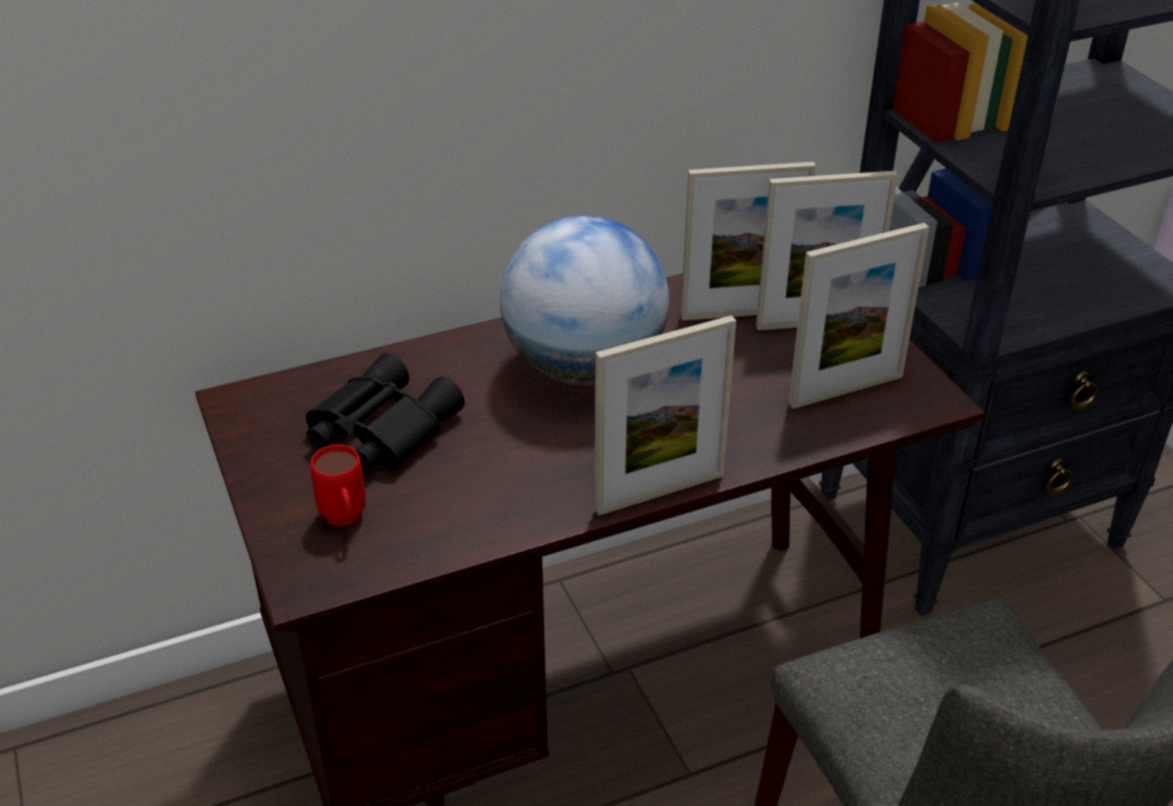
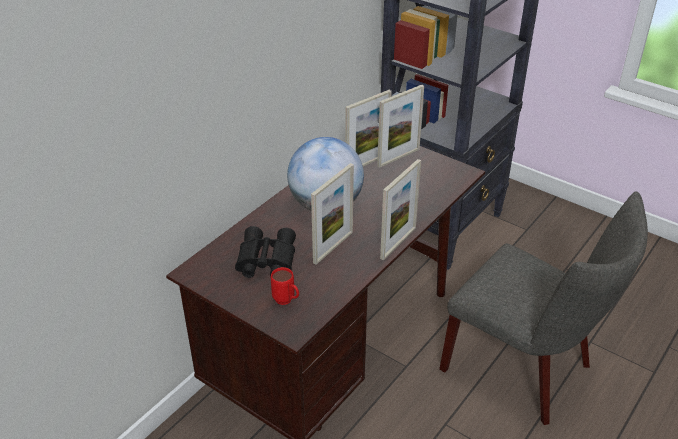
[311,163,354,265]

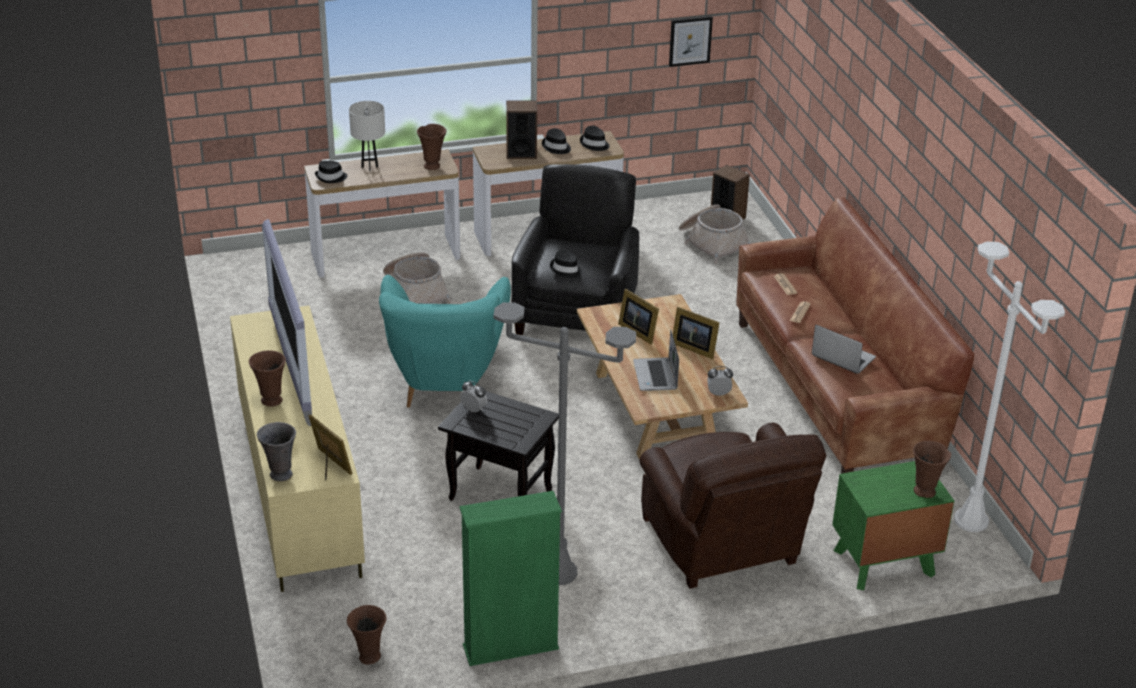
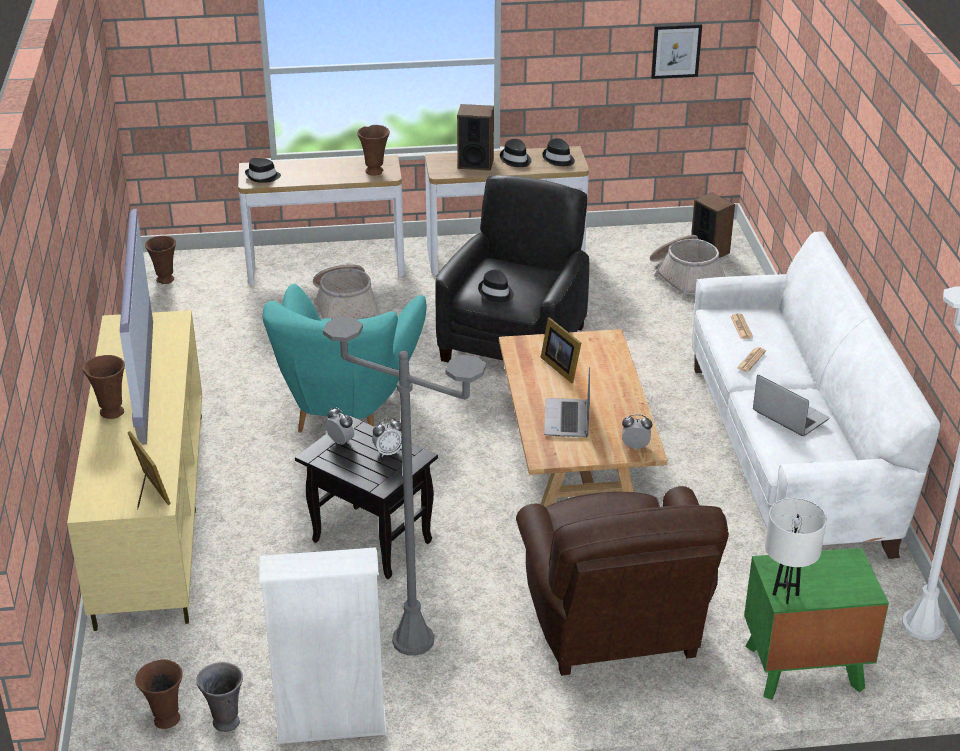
[196,662,243,732]
[765,498,827,604]
[259,547,387,744]
[673,307,720,359] (first image)
[692,231,940,559]
[145,236,176,284]
[372,418,402,457]

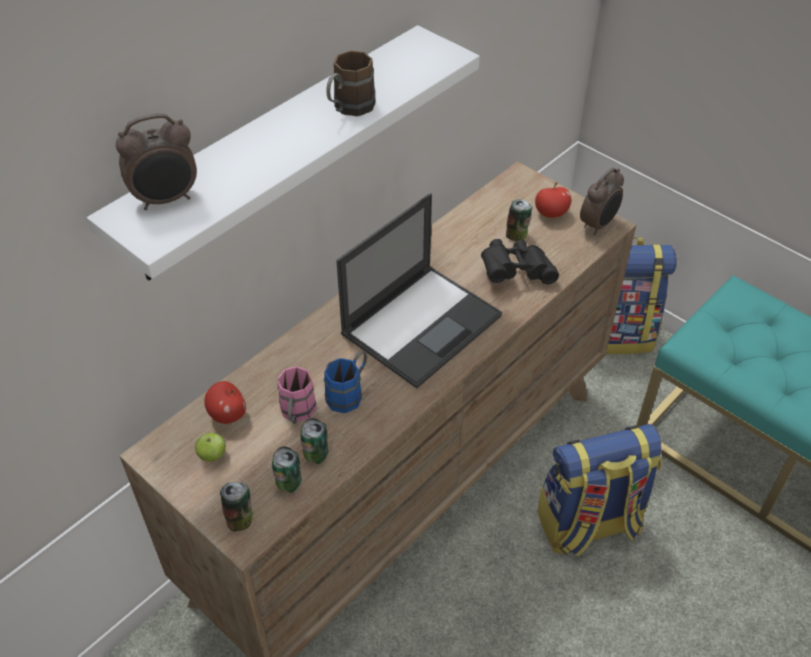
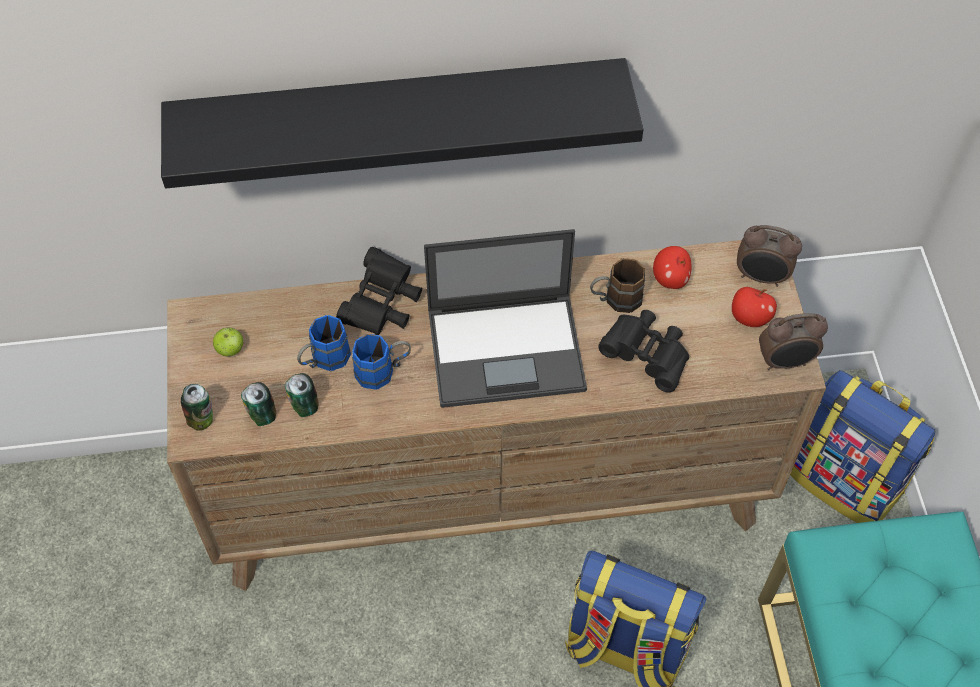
[161,58,643,188]
[737,225,802,287]
[653,246,691,289]
[297,315,351,371]
[590,258,645,313]
[506,199,532,241] (first image)
[336,247,422,335]

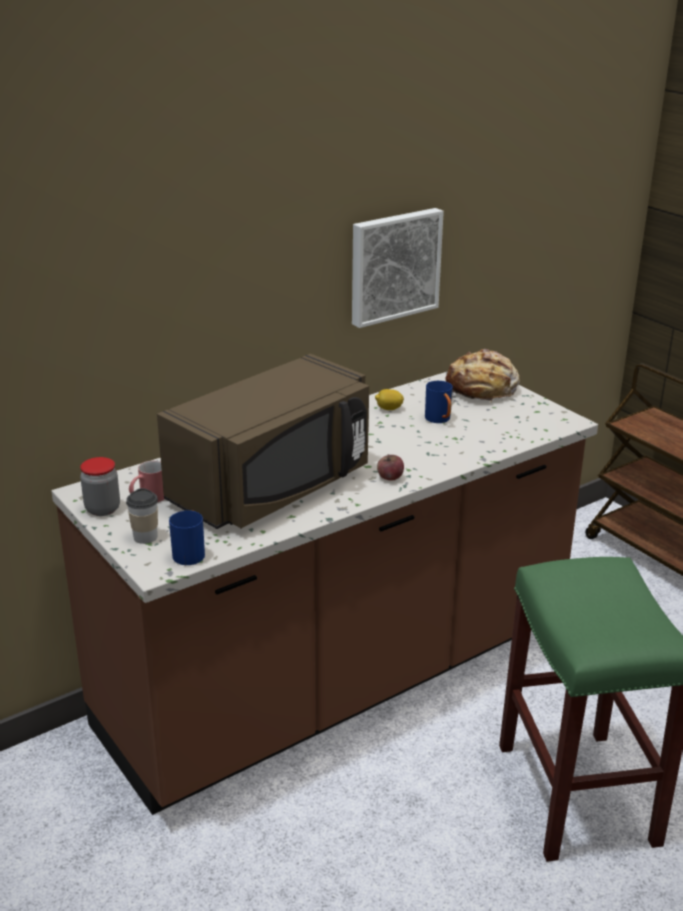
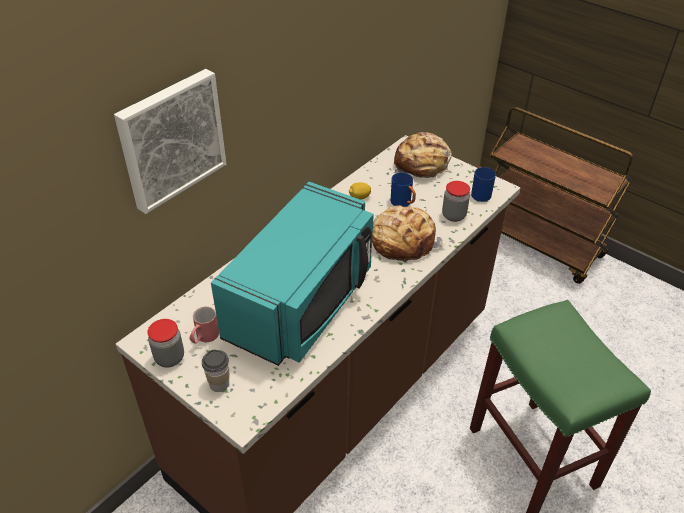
[211,182,374,366]
[471,166,496,202]
[114,69,226,214]
[377,455,404,481] (first image)
[372,205,445,262]
[442,181,470,222]

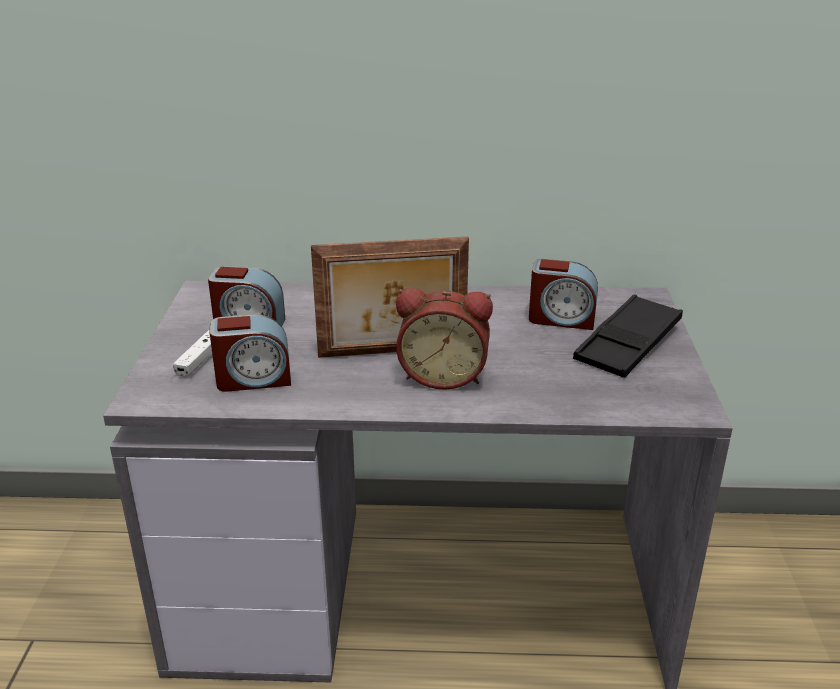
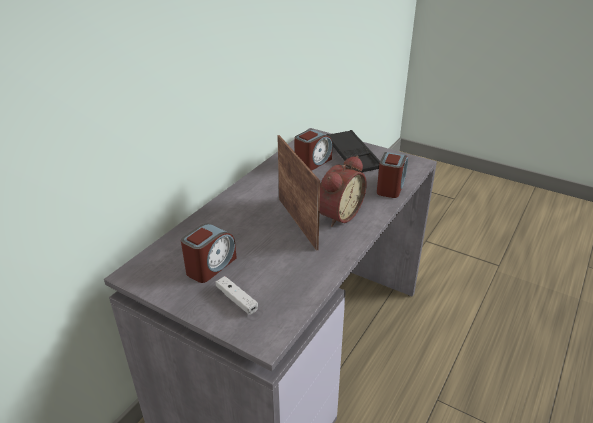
[377,152,408,198]
[277,135,320,251]

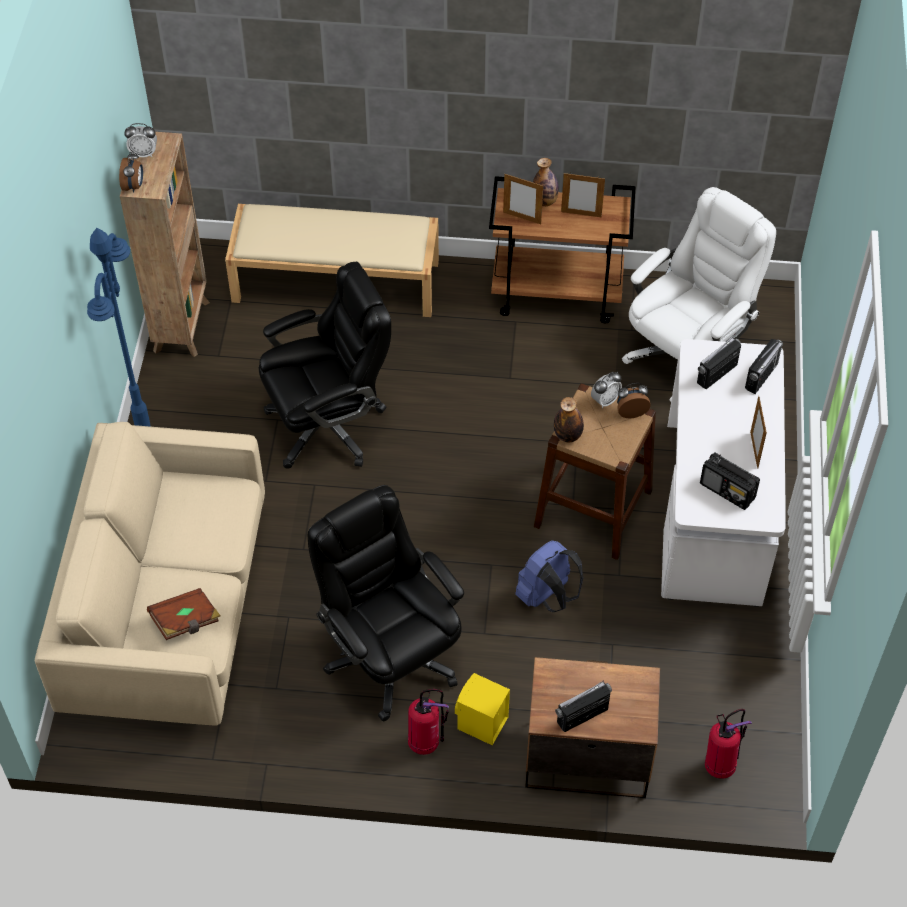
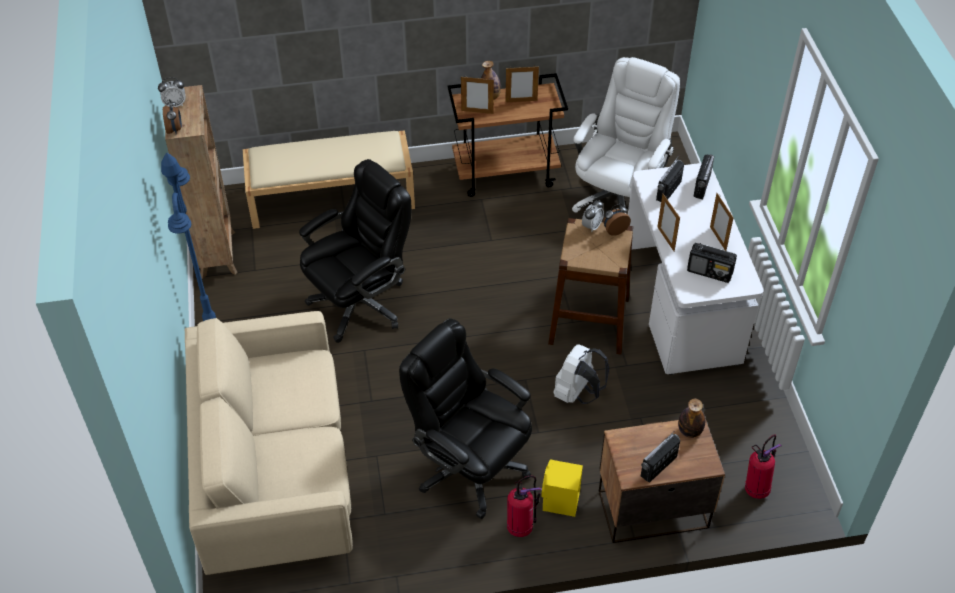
[147,588,220,640] (first image)
[553,344,609,404]
[678,399,705,438]
[657,194,680,252]

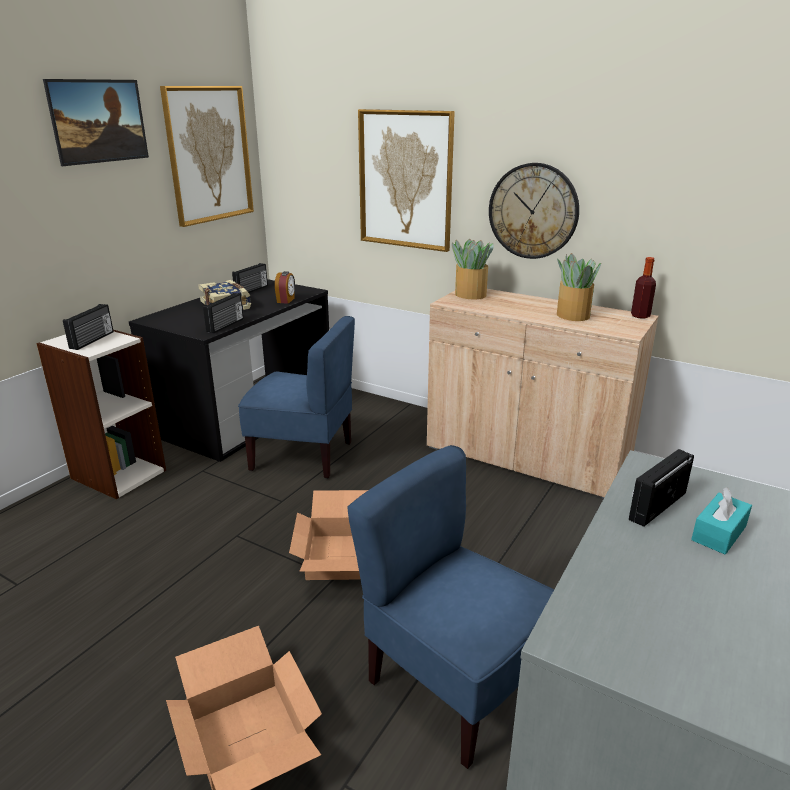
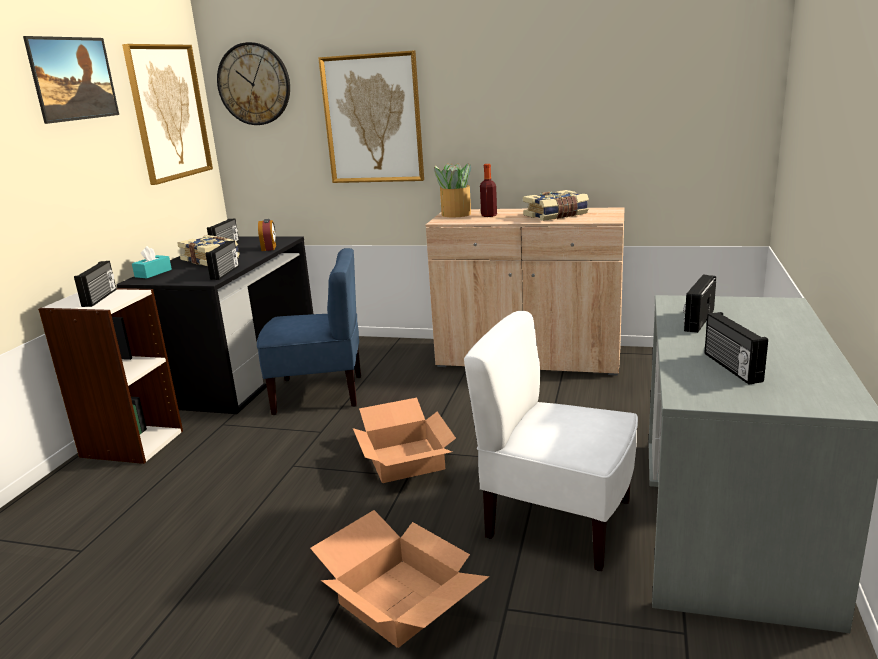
[464,311,638,571]
[217,42,290,125]
[523,190,589,221]
[480,164,497,217]
[132,246,172,279]
[705,312,768,384]

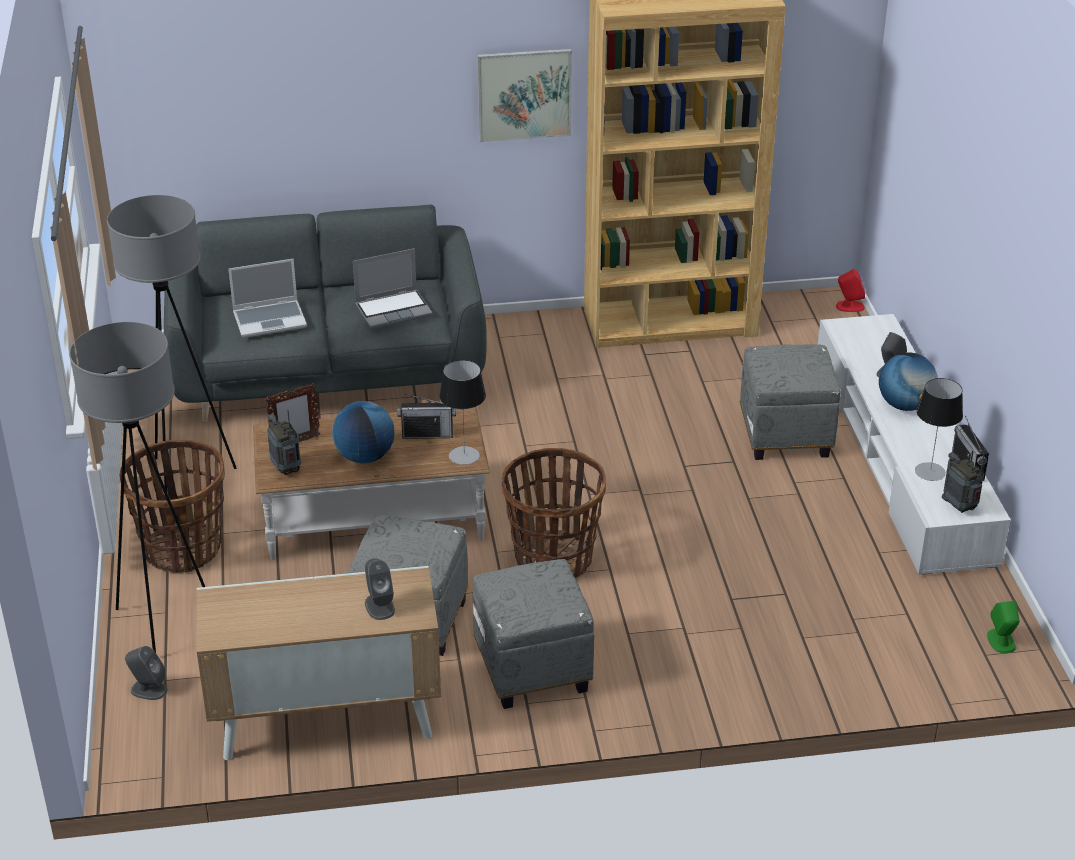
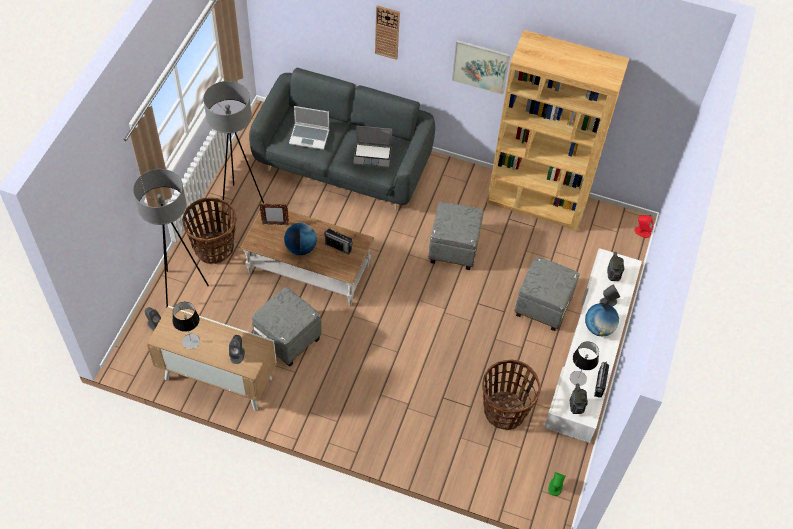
[607,252,625,281]
[172,302,200,349]
[428,202,484,270]
[482,360,541,430]
[375,5,400,60]

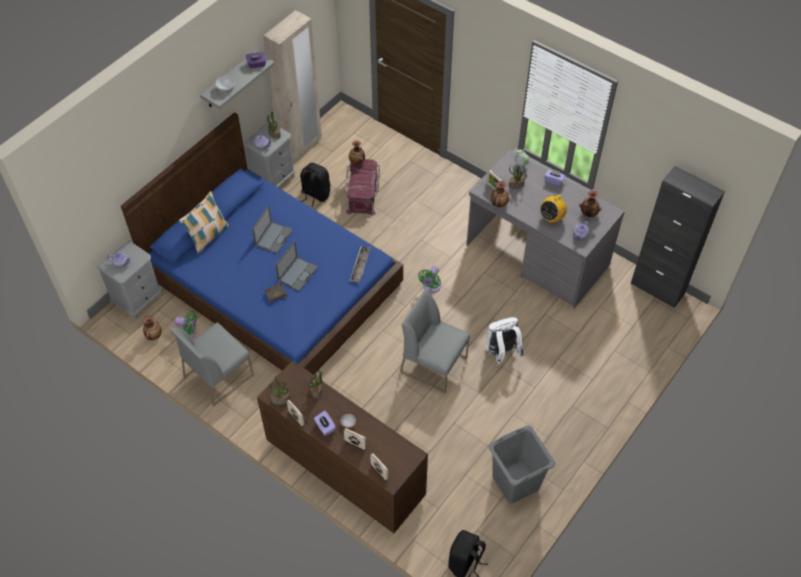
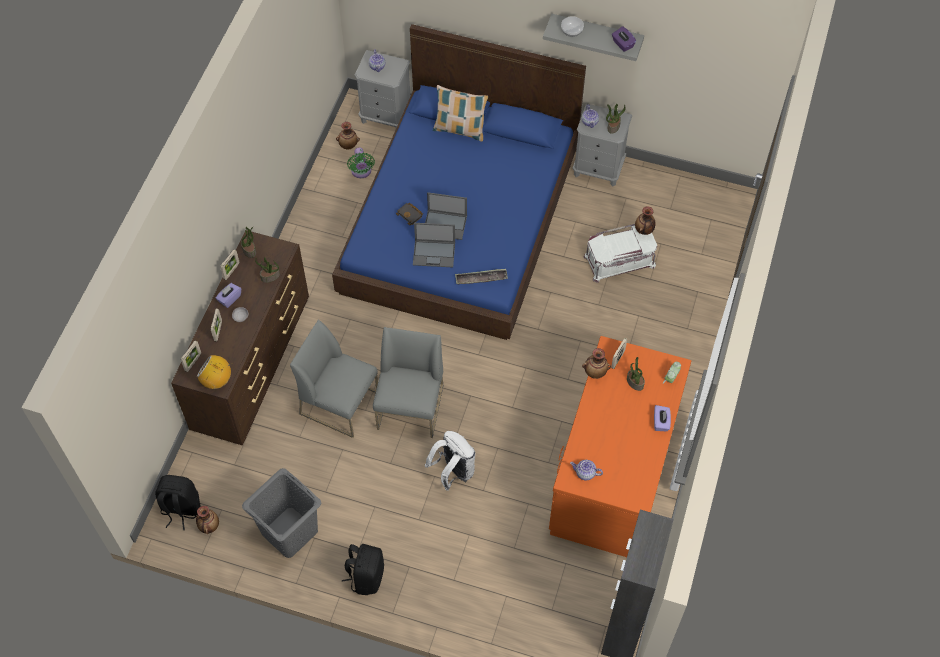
[290,320,378,438]
[413,223,455,267]
[263,10,322,164] (first image)
[342,544,384,595]
[583,224,657,283]
[418,266,441,293] (first image)
[549,336,692,557]
[197,355,232,389]
[196,506,219,534]

